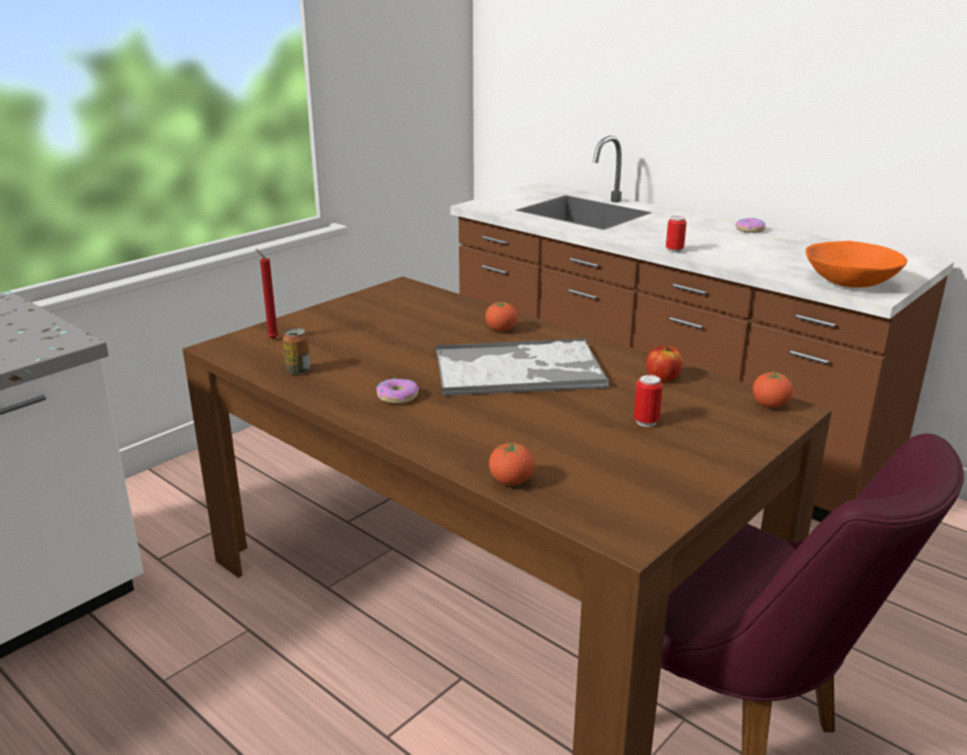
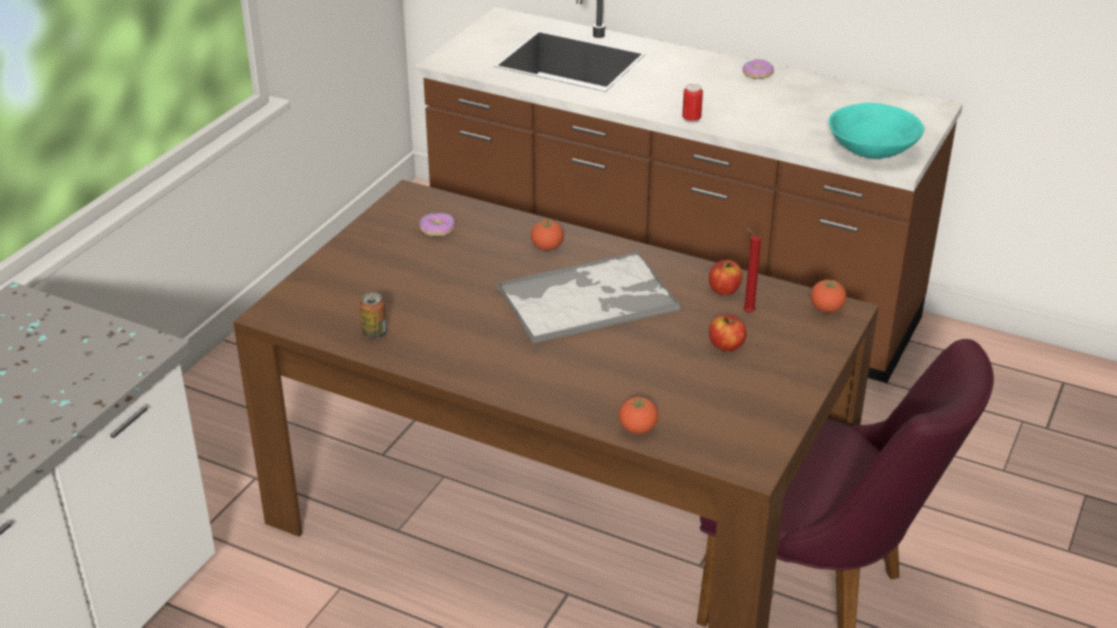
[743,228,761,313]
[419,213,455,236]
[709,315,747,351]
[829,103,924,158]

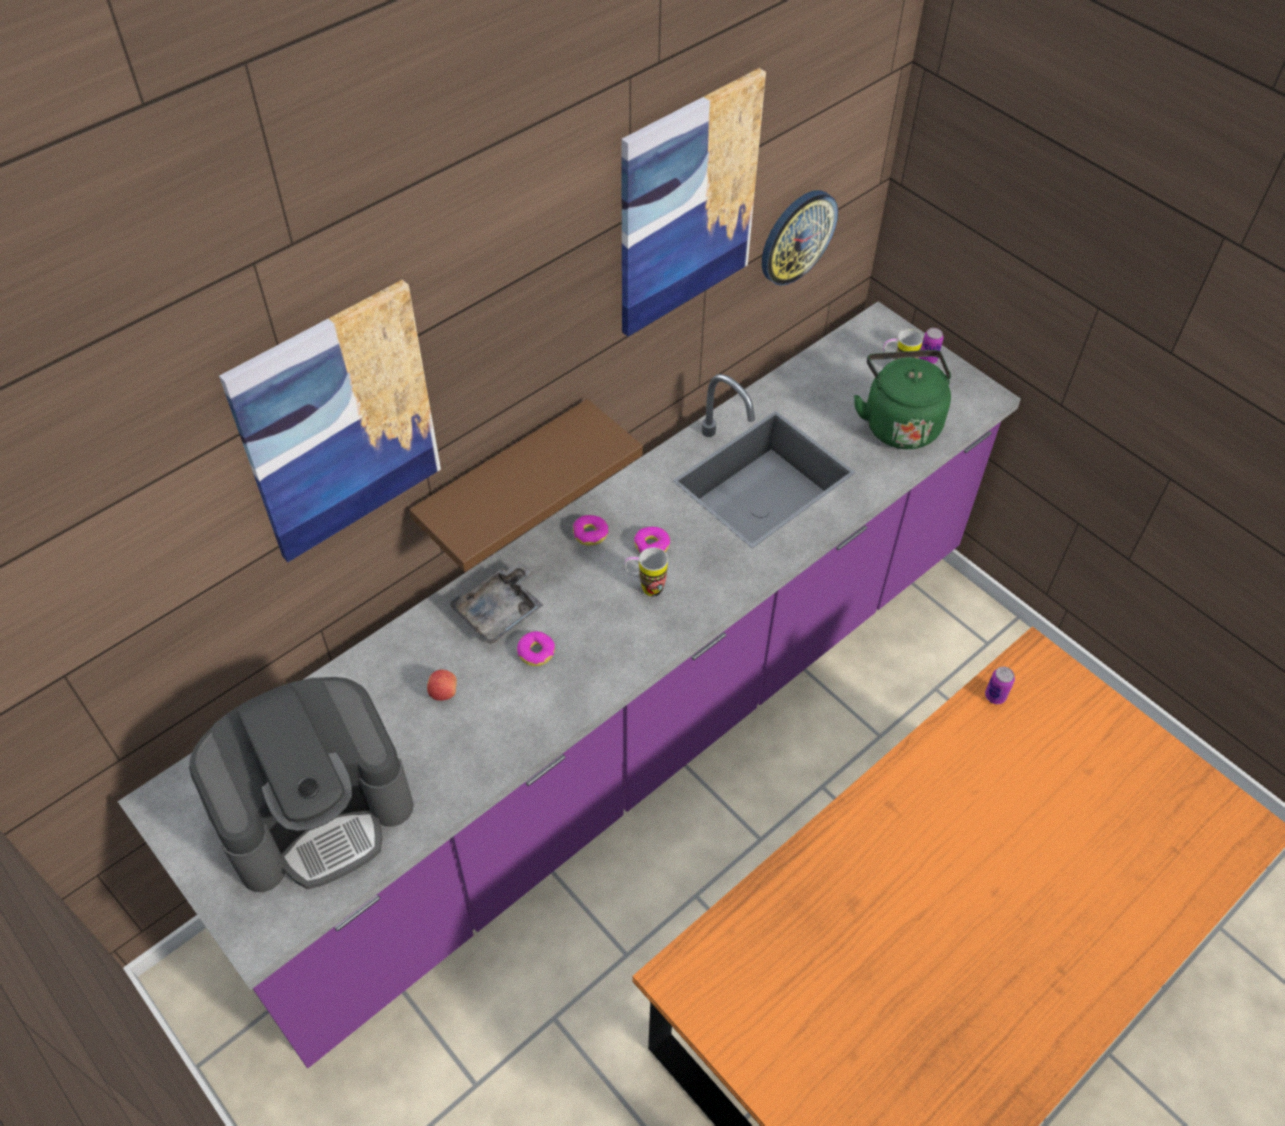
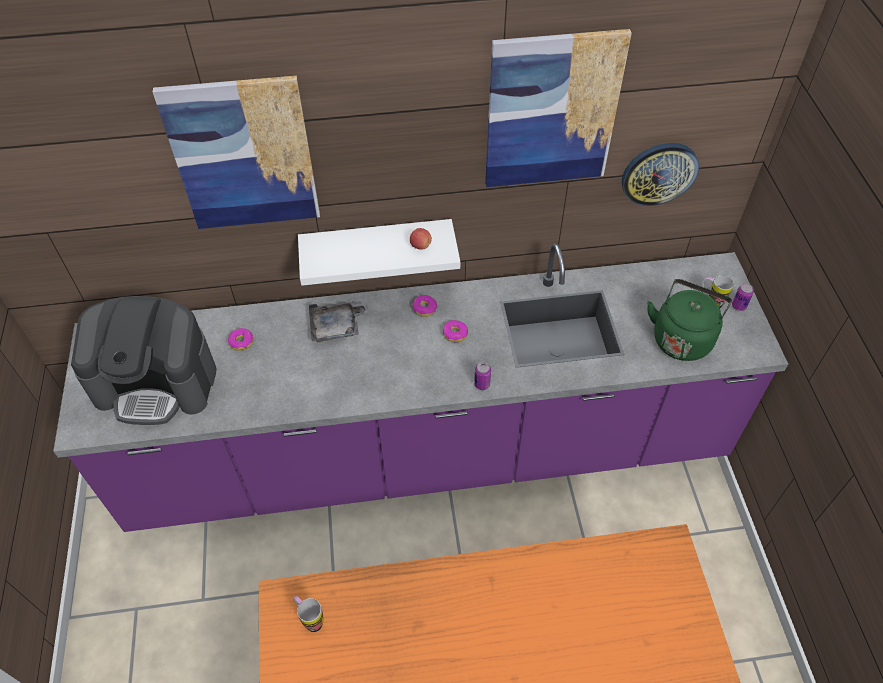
[298,219,460,286]
[410,228,432,250]
[228,328,253,351]
[293,596,323,632]
[474,362,491,390]

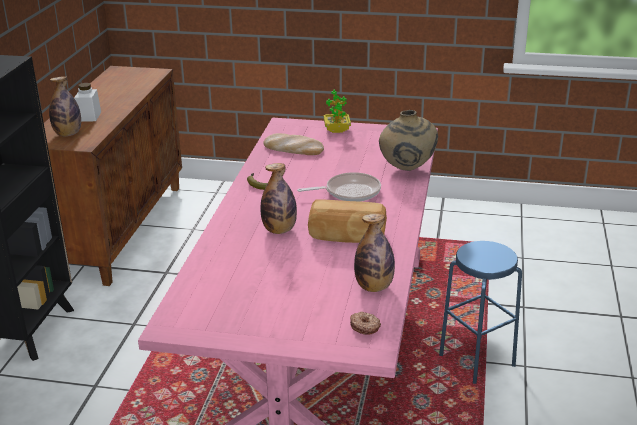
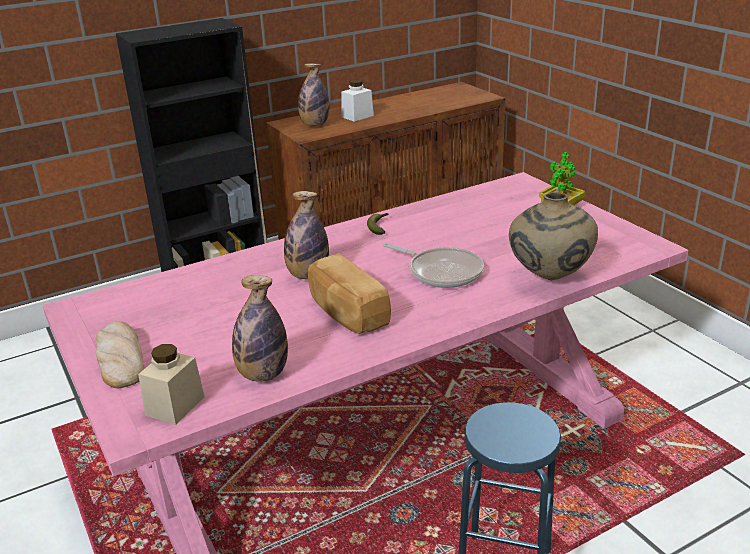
[96,321,145,388]
[138,344,205,425]

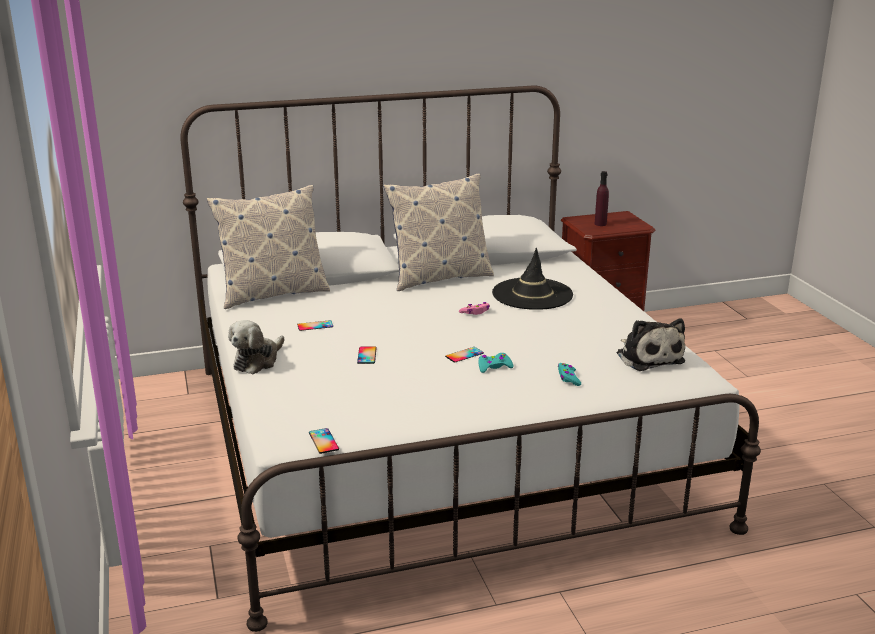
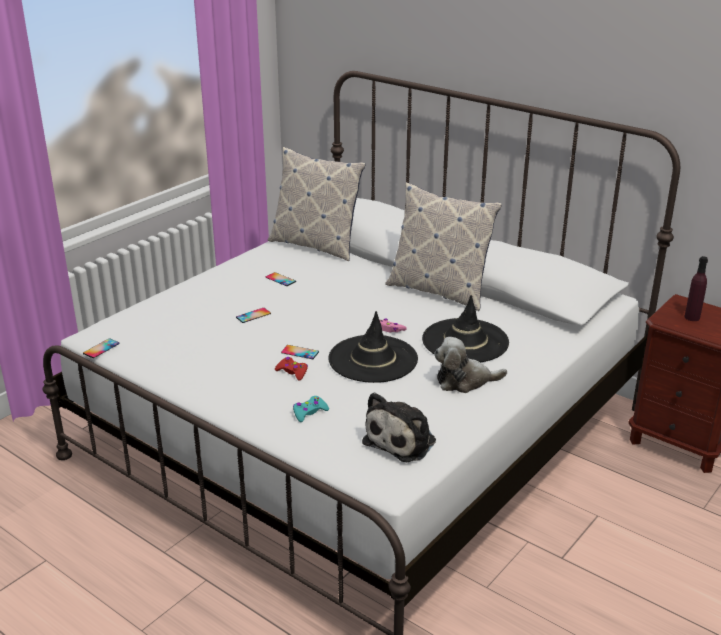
[434,337,507,393]
[275,357,308,381]
[328,311,418,383]

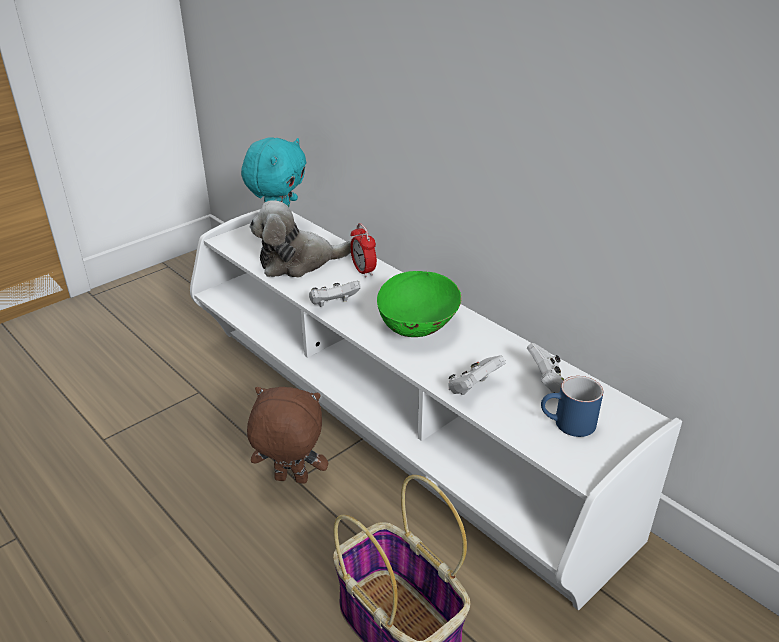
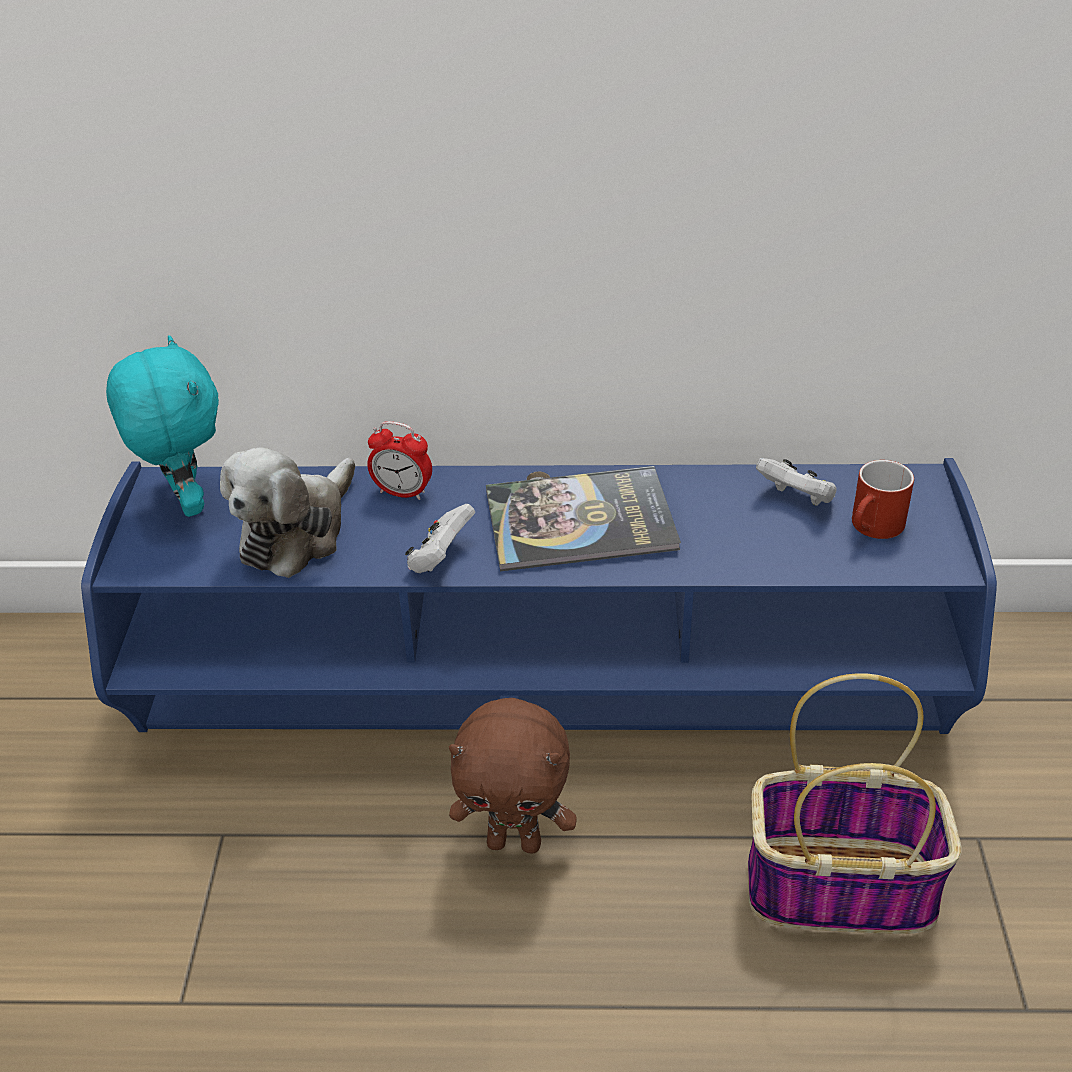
[81,458,997,734]
[449,698,577,853]
[486,466,681,571]
[448,355,505,395] (first image)
[852,460,914,539]

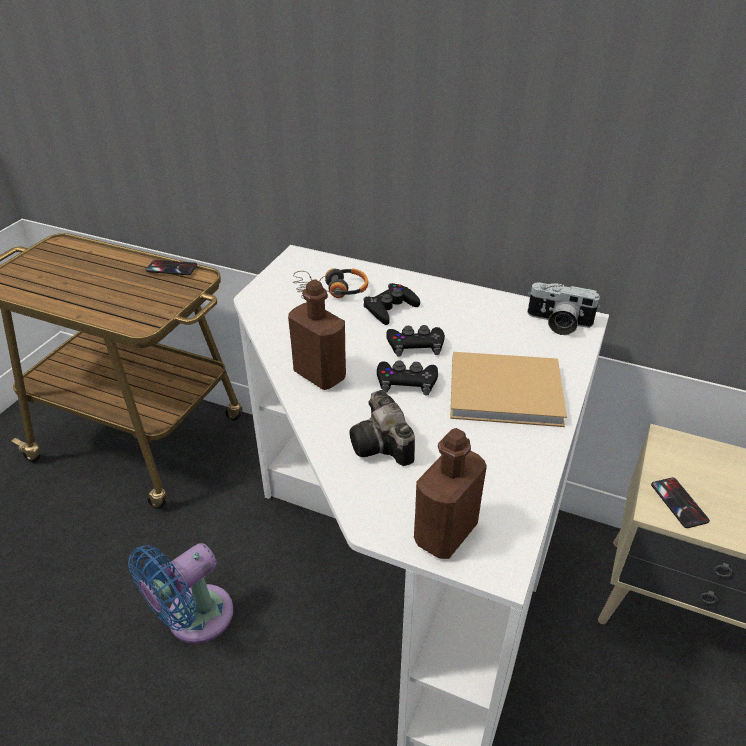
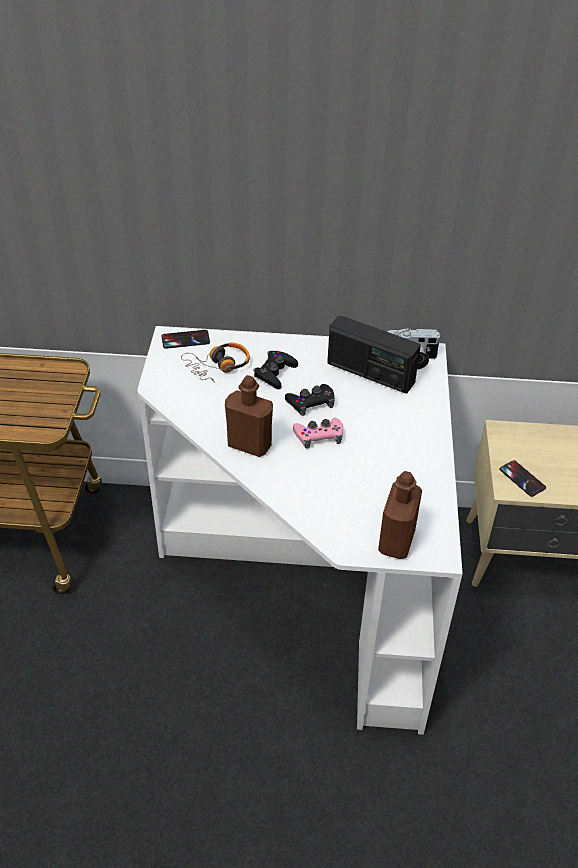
[128,543,234,644] (first image)
[162,330,210,349]
[349,390,415,466] (first image)
[293,418,343,449]
[450,352,567,427] (first image)
[327,316,421,394]

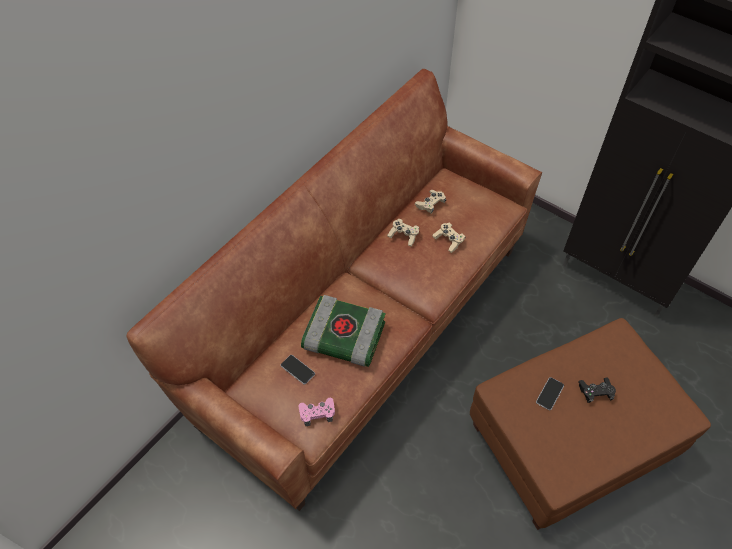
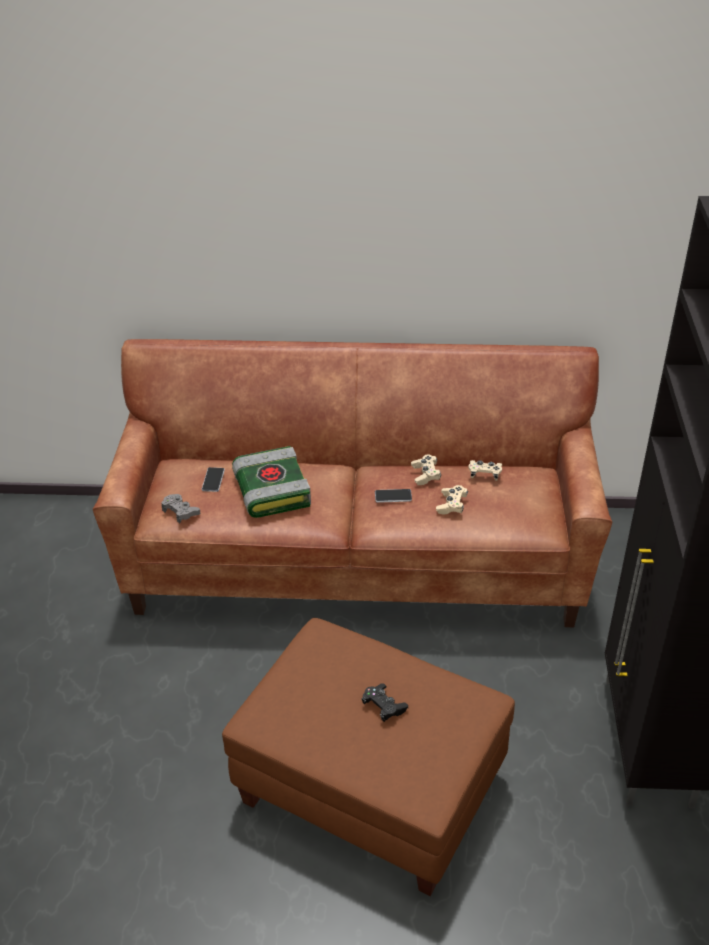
[161,494,201,523]
[375,489,412,503]

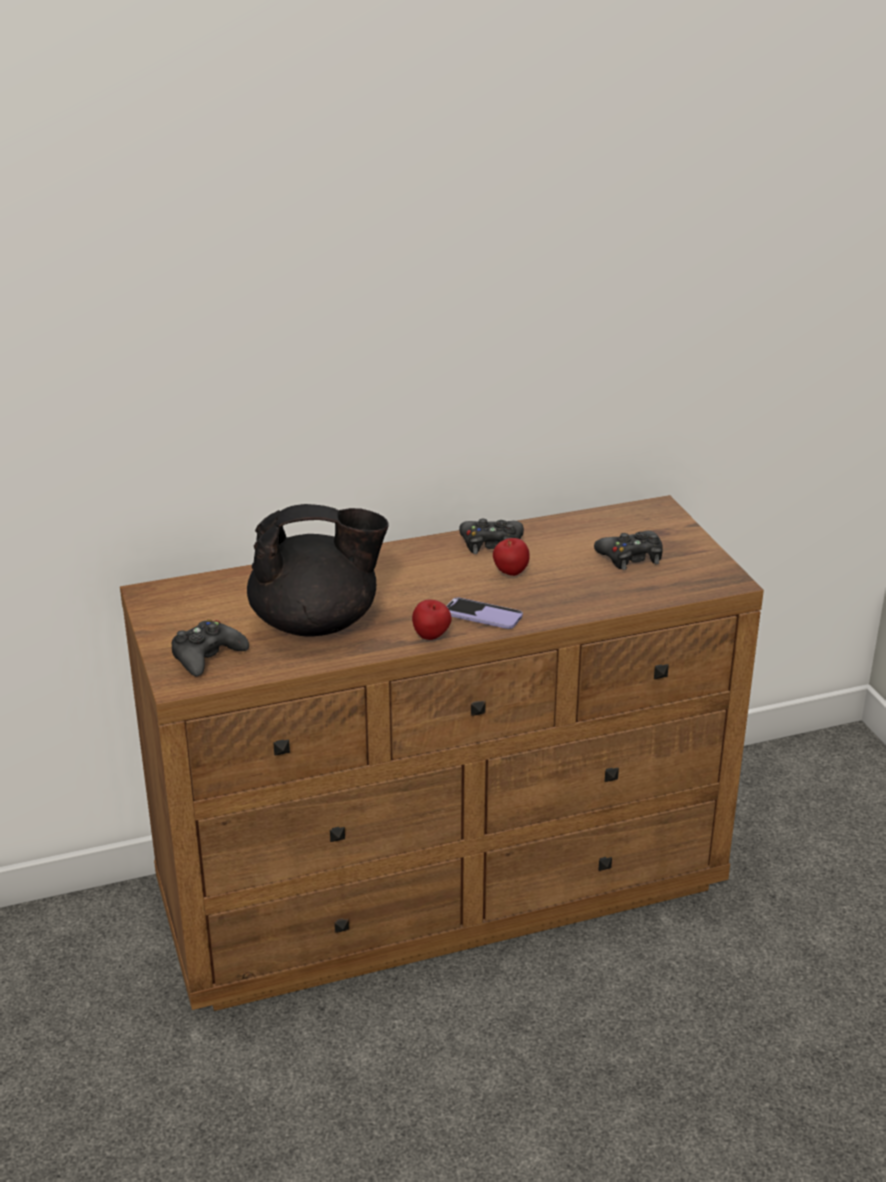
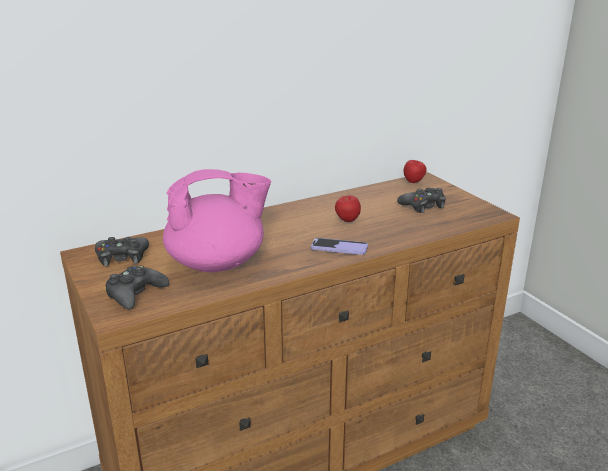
[163,169,271,272]
[404,160,427,183]
[95,237,149,266]

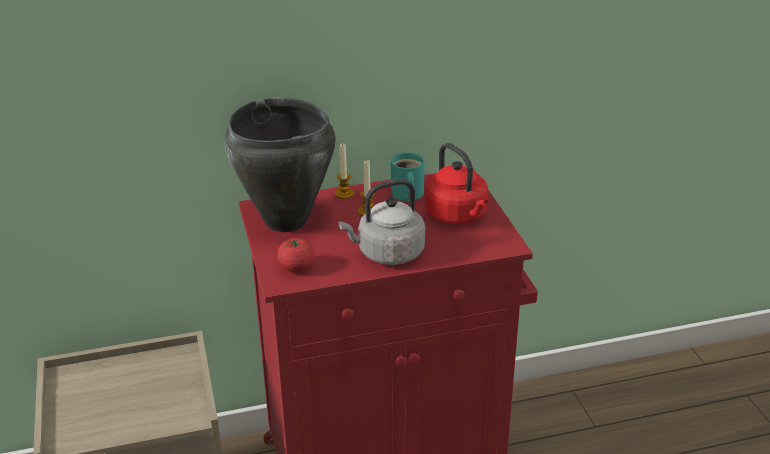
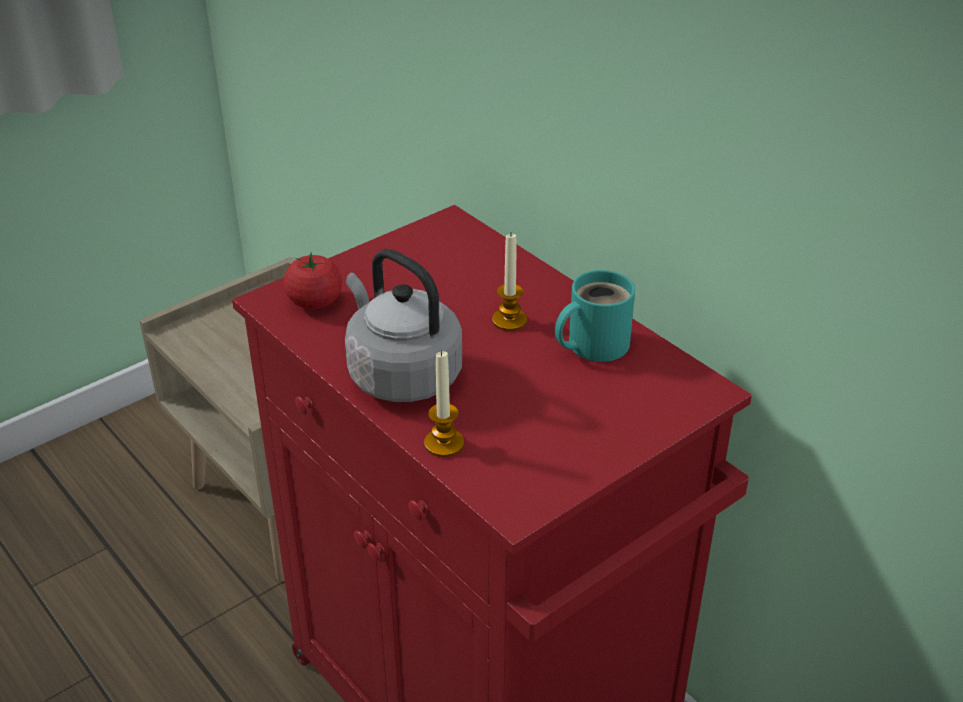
[224,97,336,232] (first image)
[424,350,464,457]
[425,143,488,225] (first image)

